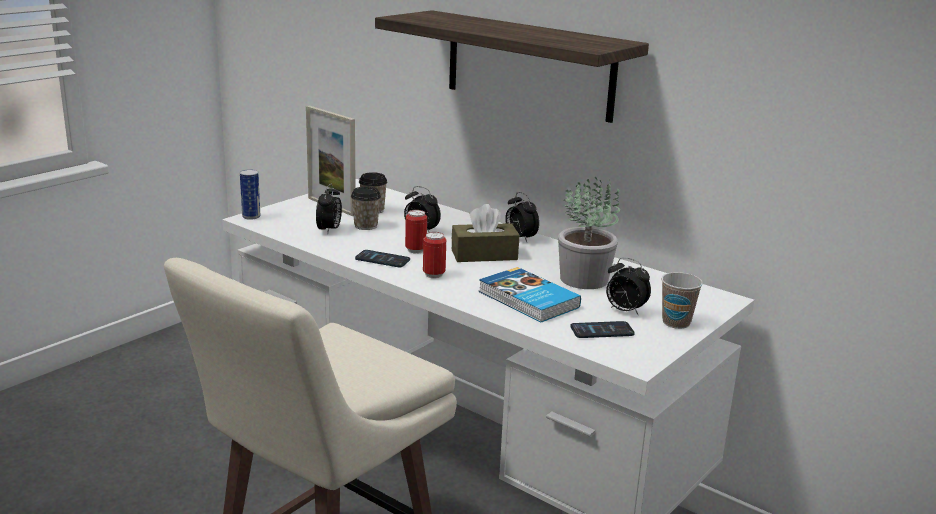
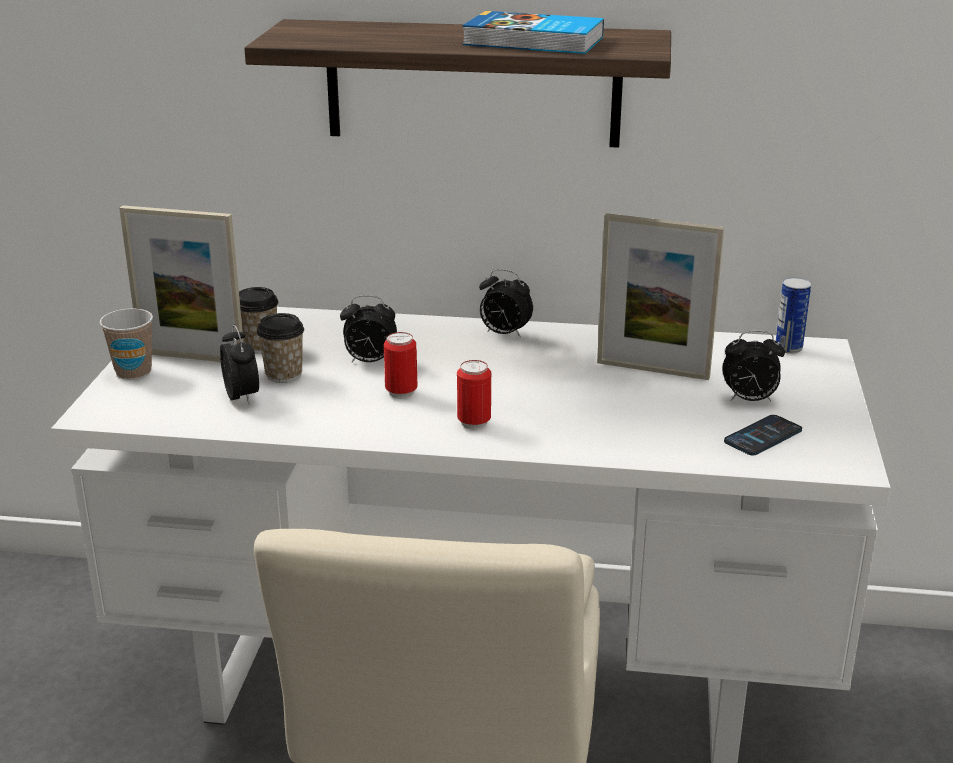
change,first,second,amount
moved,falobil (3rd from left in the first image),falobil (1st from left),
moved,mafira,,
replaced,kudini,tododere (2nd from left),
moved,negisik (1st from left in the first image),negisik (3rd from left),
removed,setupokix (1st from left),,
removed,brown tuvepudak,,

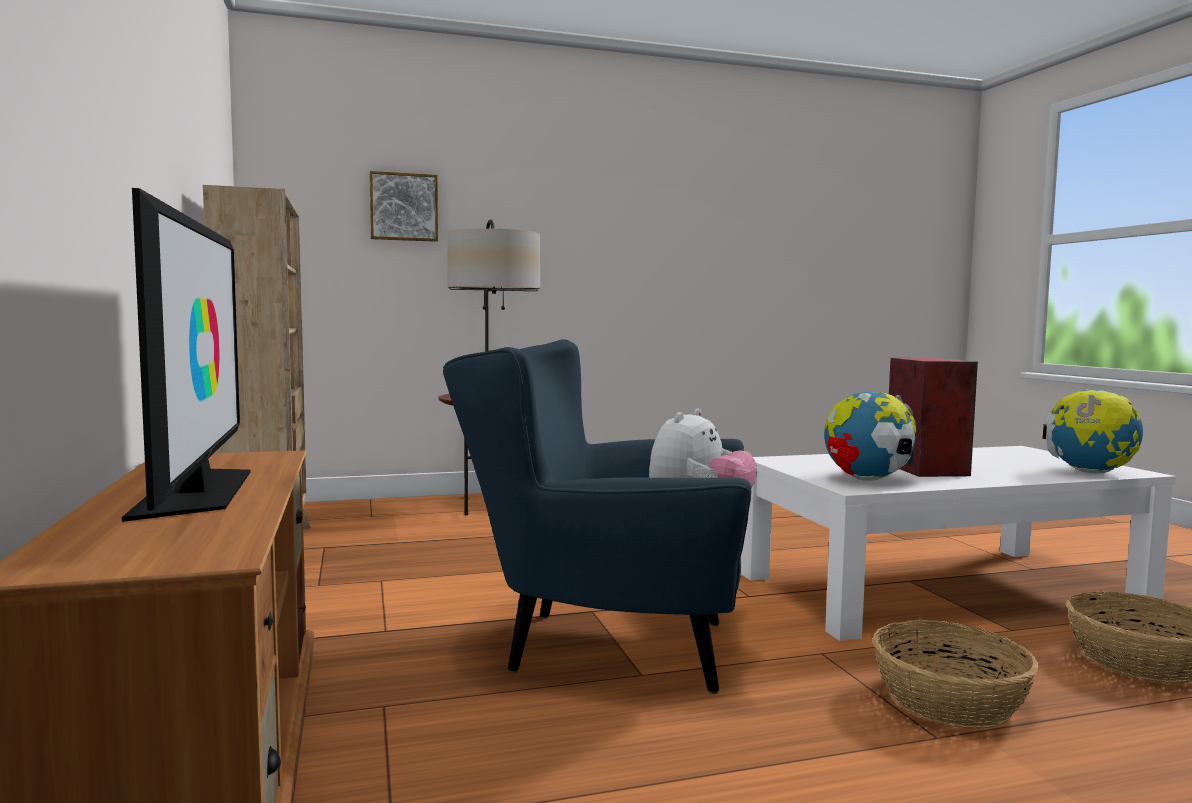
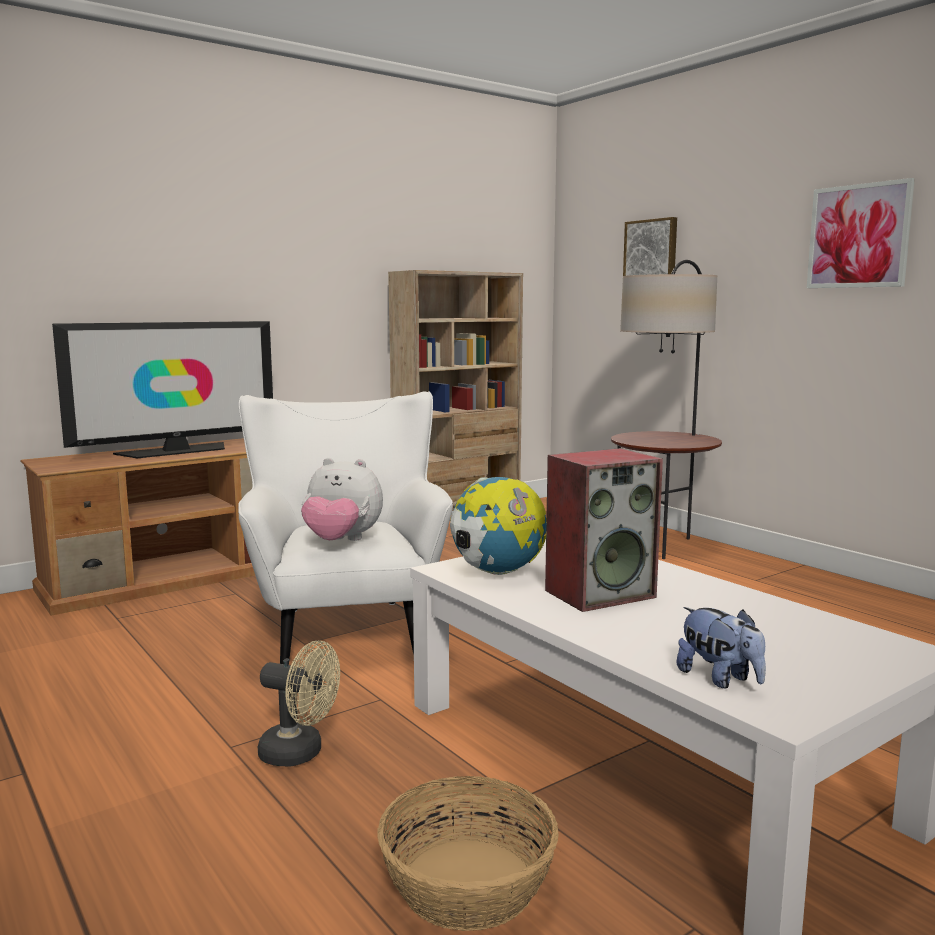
change,first,second,amount
recoloured,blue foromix,white foromix,
replaced,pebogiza (1st from left),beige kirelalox,
replaced,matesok (2nd from left),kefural (2nd from left),
added,,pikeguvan (2nd from left),

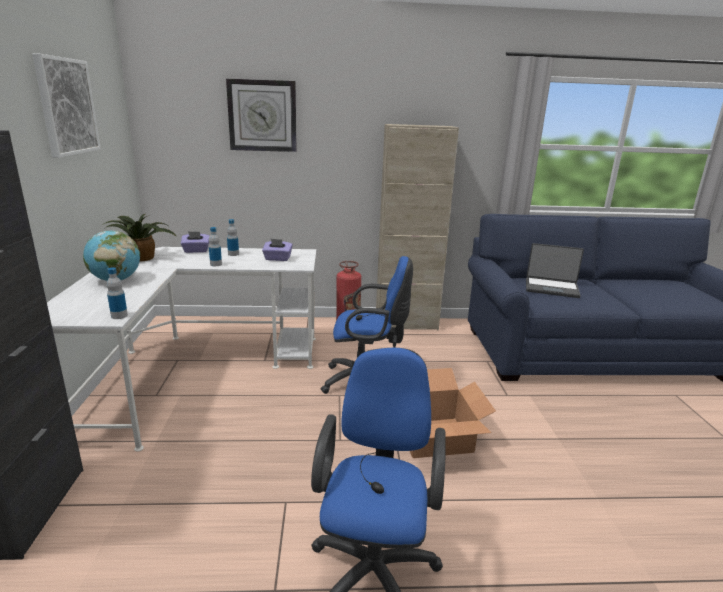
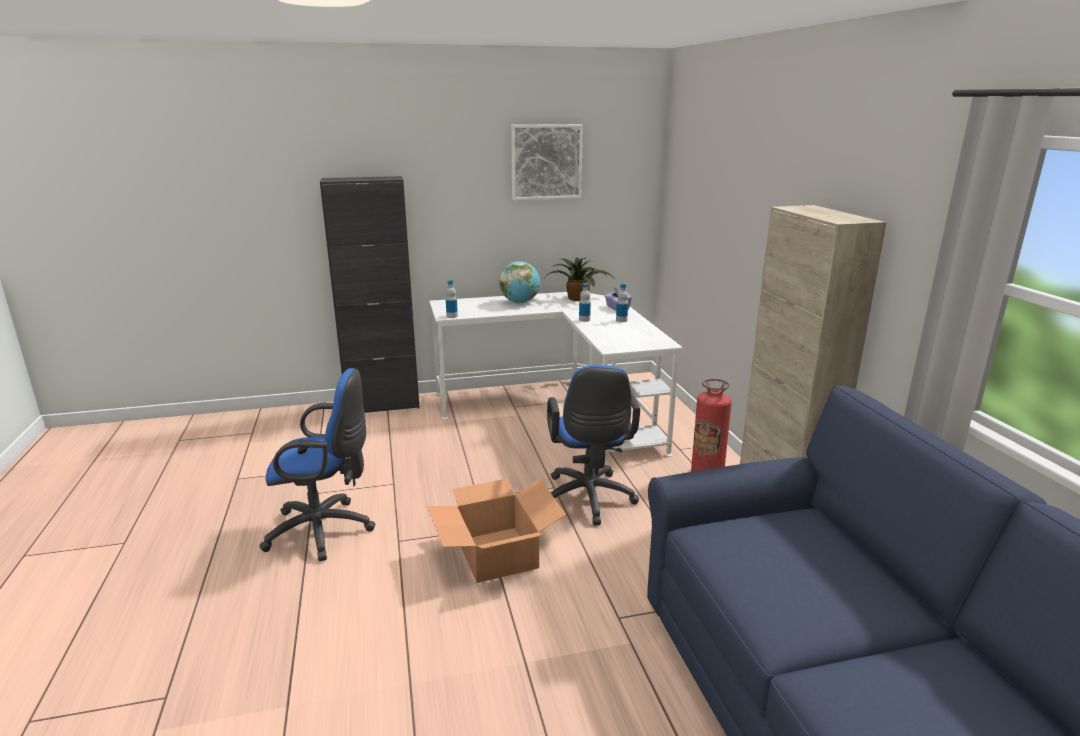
change,first,second,amount
removed,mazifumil,,
removed,purple tuvepudak (2nd from left),,
removed,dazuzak,,

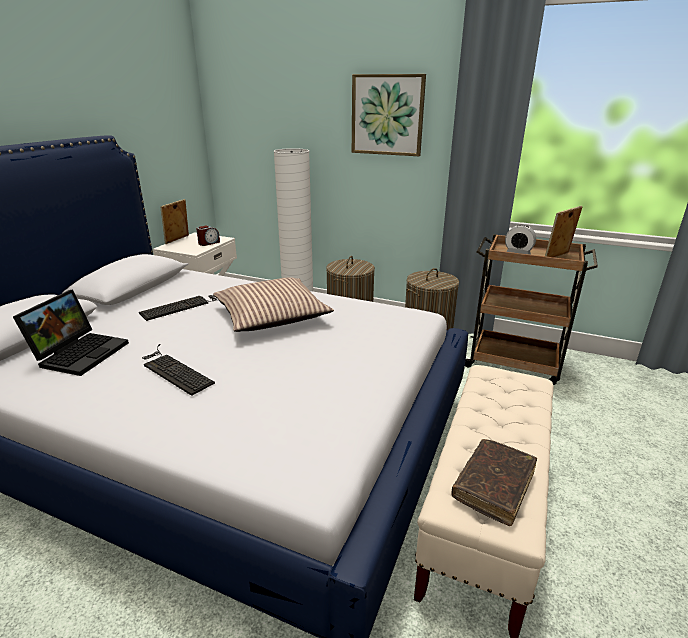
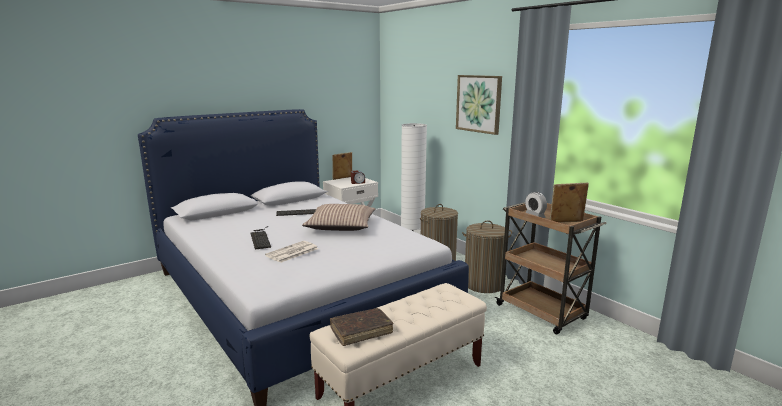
change,first,second,amount
added,,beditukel,
removed,dazuzak,,

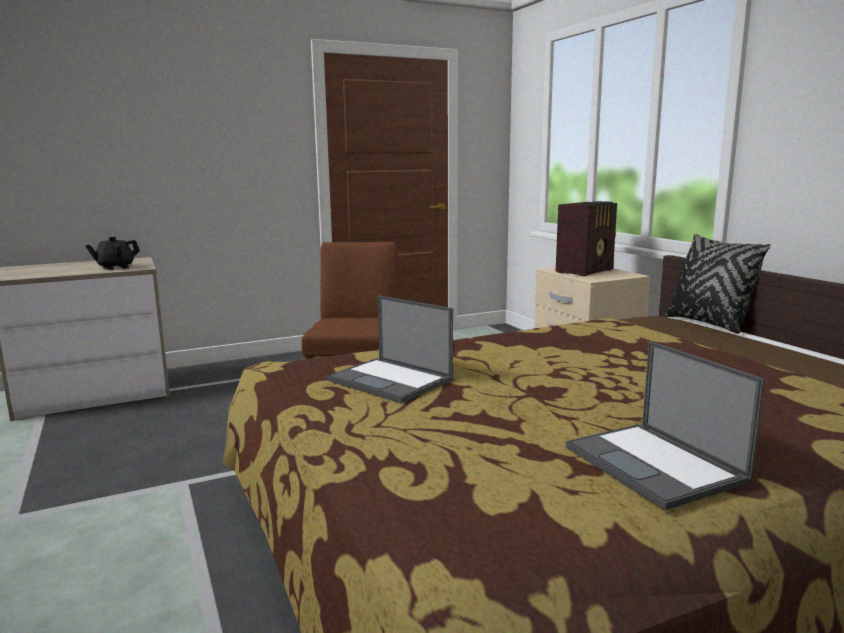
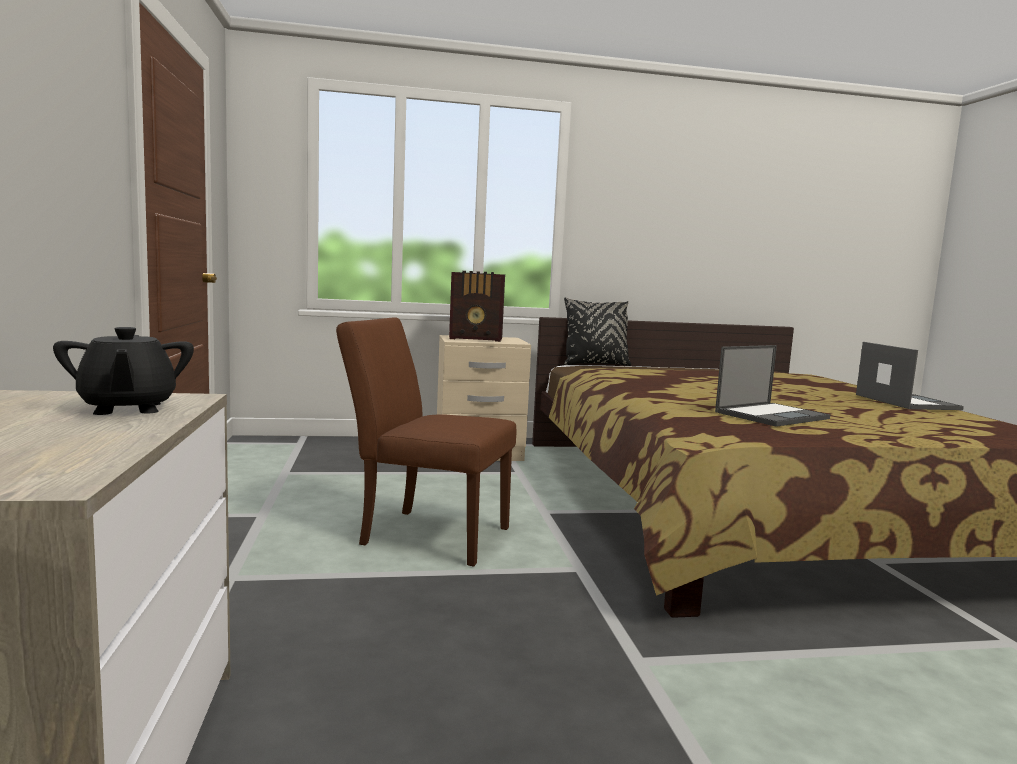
change,first,second,amount
turned,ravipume,,120 degrees clockwise
turned,dazuzak (2nd from left),,90 degrees counterclockwise

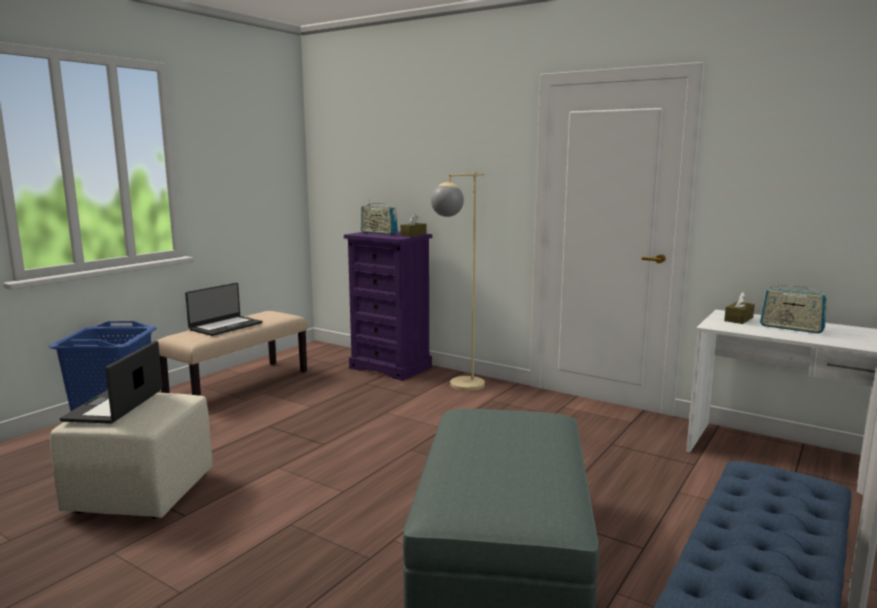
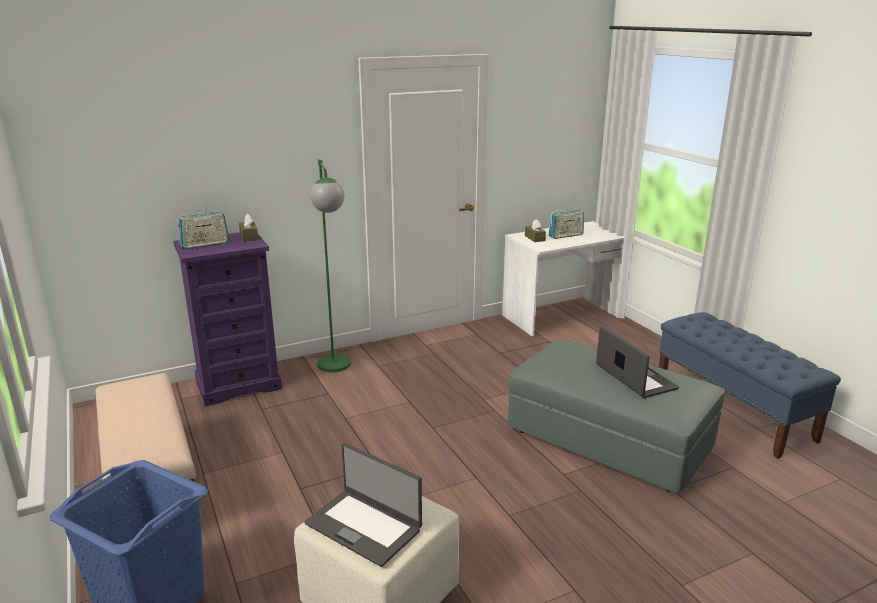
change,first,second,amount
recoloured,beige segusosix,green segusosix,
moved,dazuzak (2nd from left),,

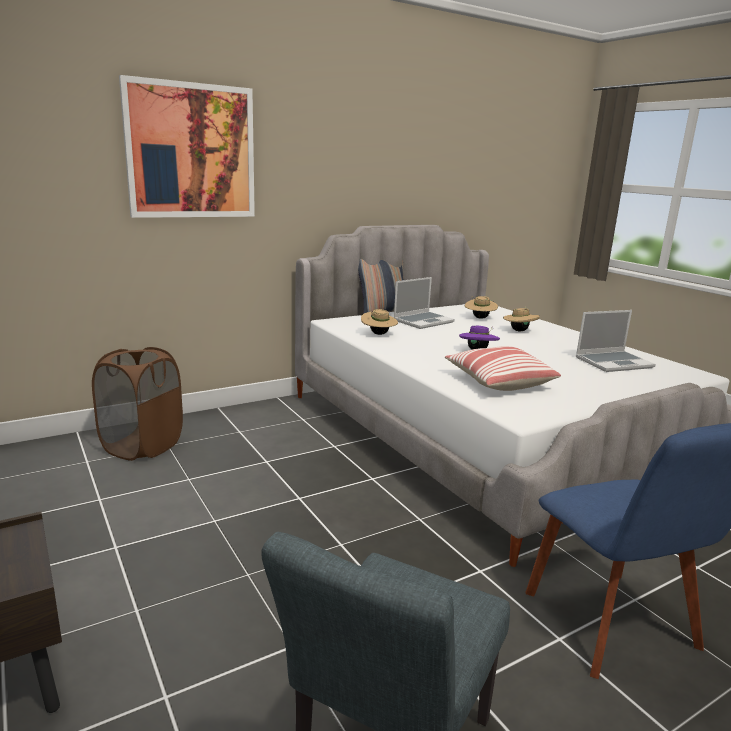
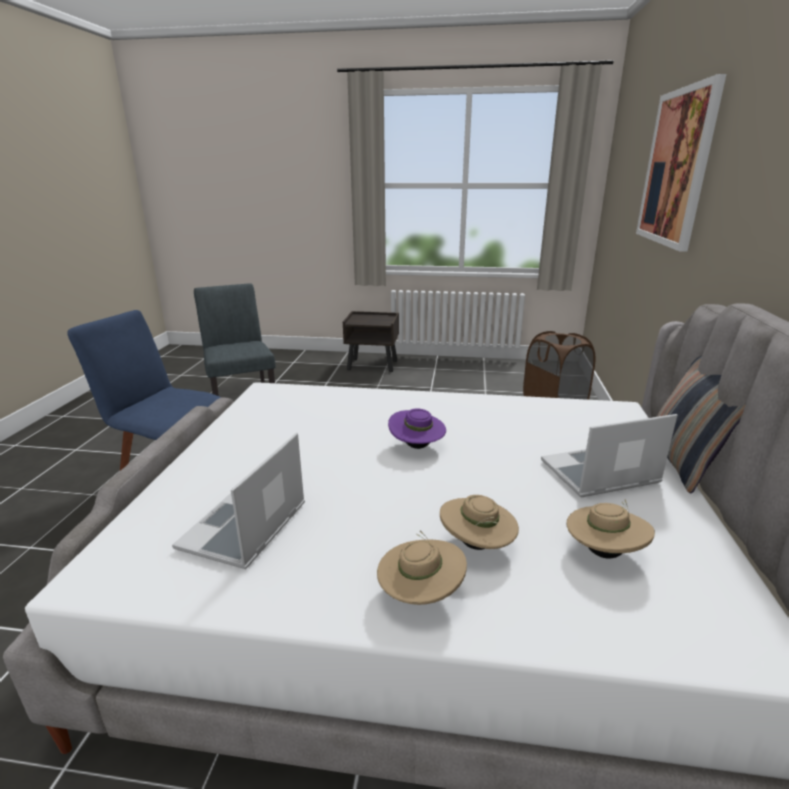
change,first,second,amount
moved,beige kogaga (1st from left),,
turned,dazuzak (1st from left in the first image),dazuzak (2nd from left),75 degrees clockwise
removed,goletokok (2nd from left),,

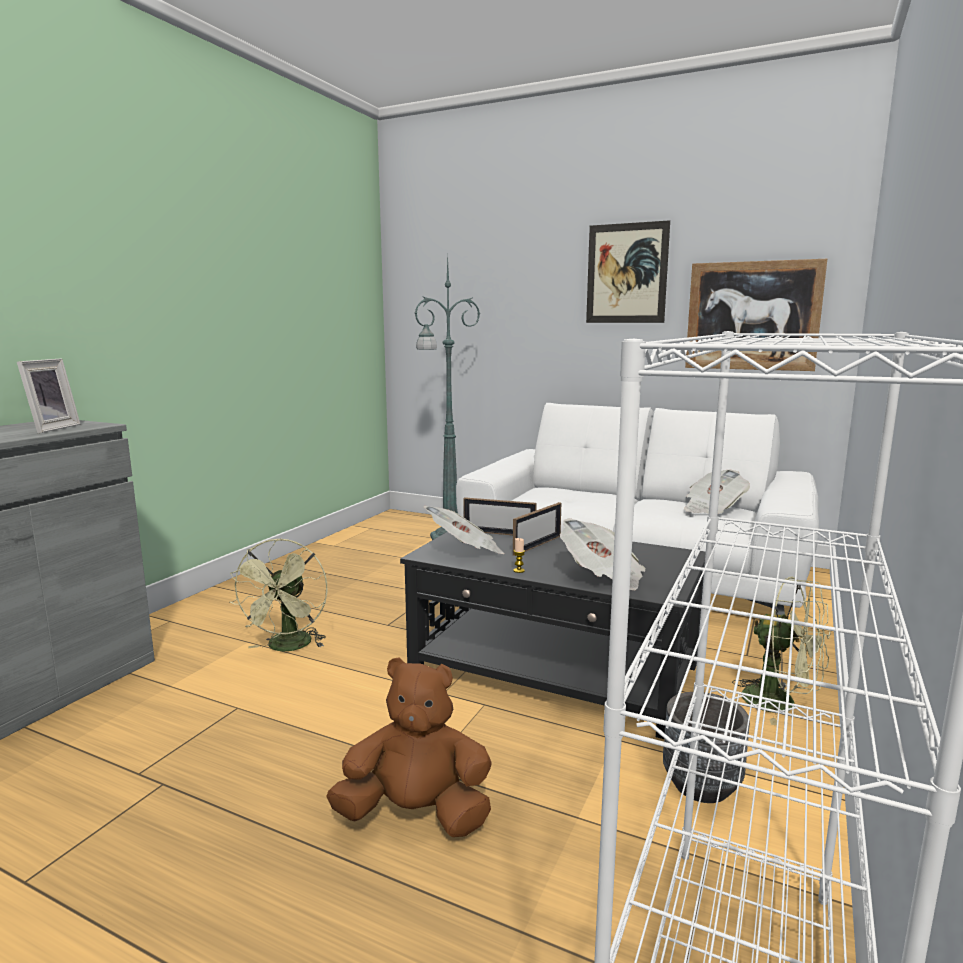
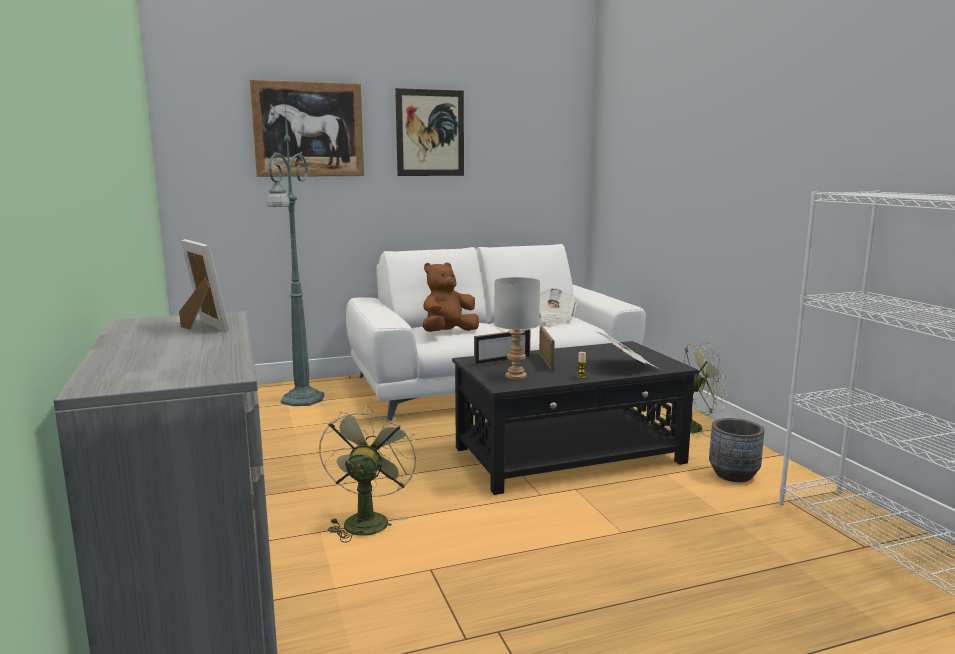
change,first,second,amount
moved,pikeguvan (2nd from left in the first image),pikeguvan (1st from left),
turned,green kirelalox (1st from left),,135 degrees counterclockwise
moved,brown kefural,,
replaced,beditukel (1st from left),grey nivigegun,

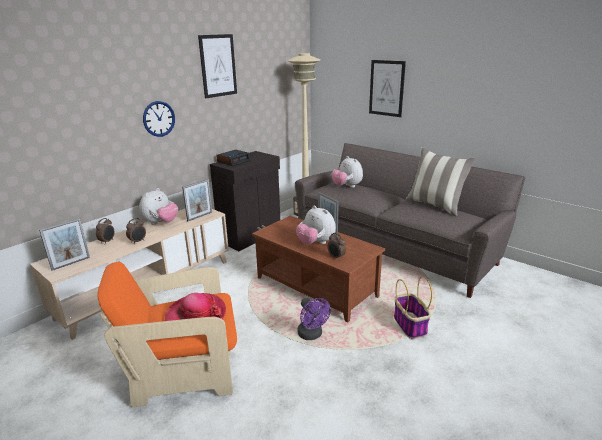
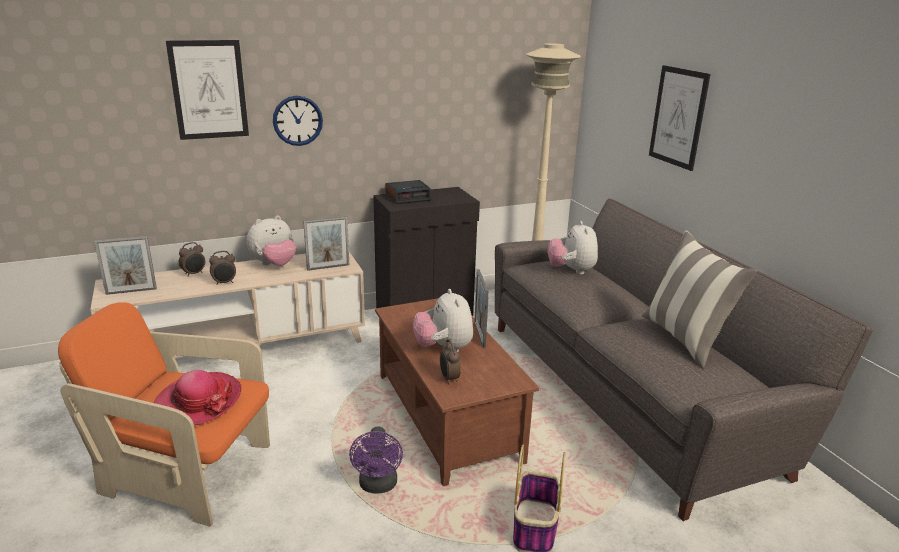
change,first,second,amount
moved,pikeguvan (1st from left),,

